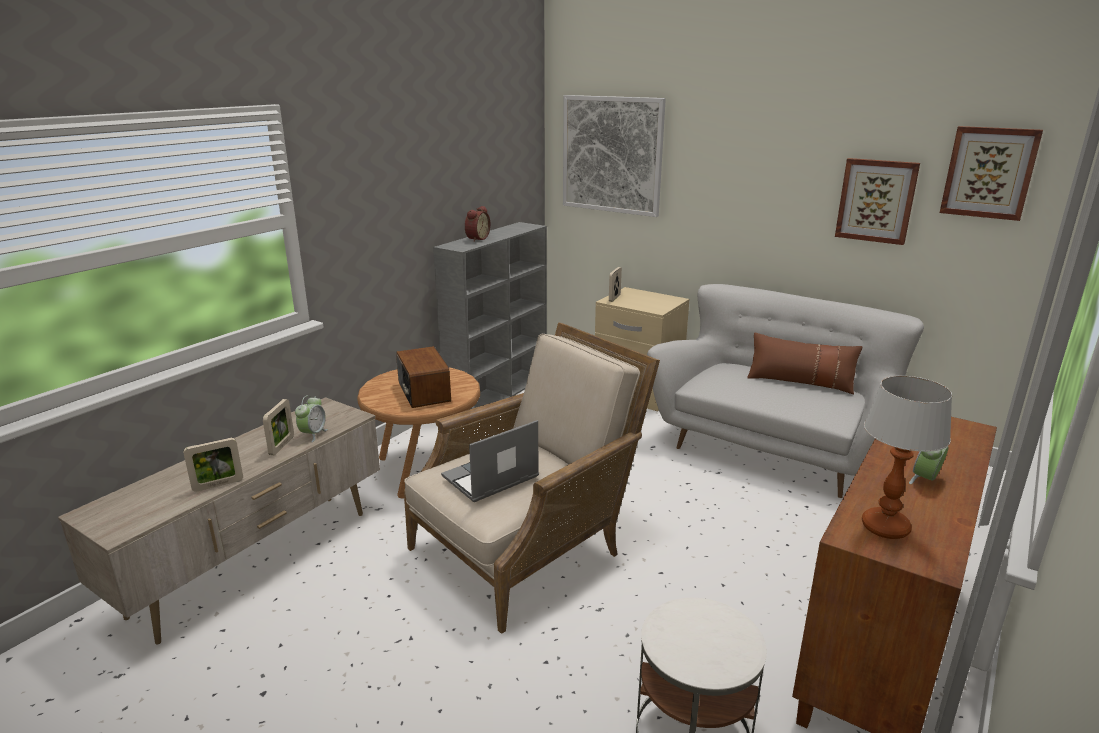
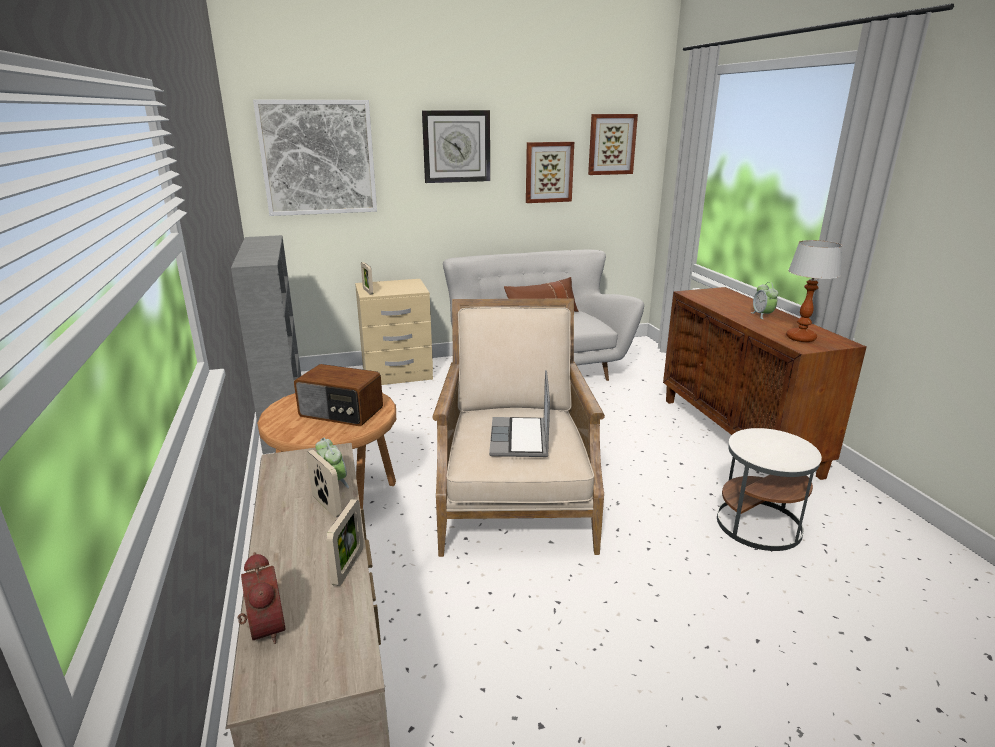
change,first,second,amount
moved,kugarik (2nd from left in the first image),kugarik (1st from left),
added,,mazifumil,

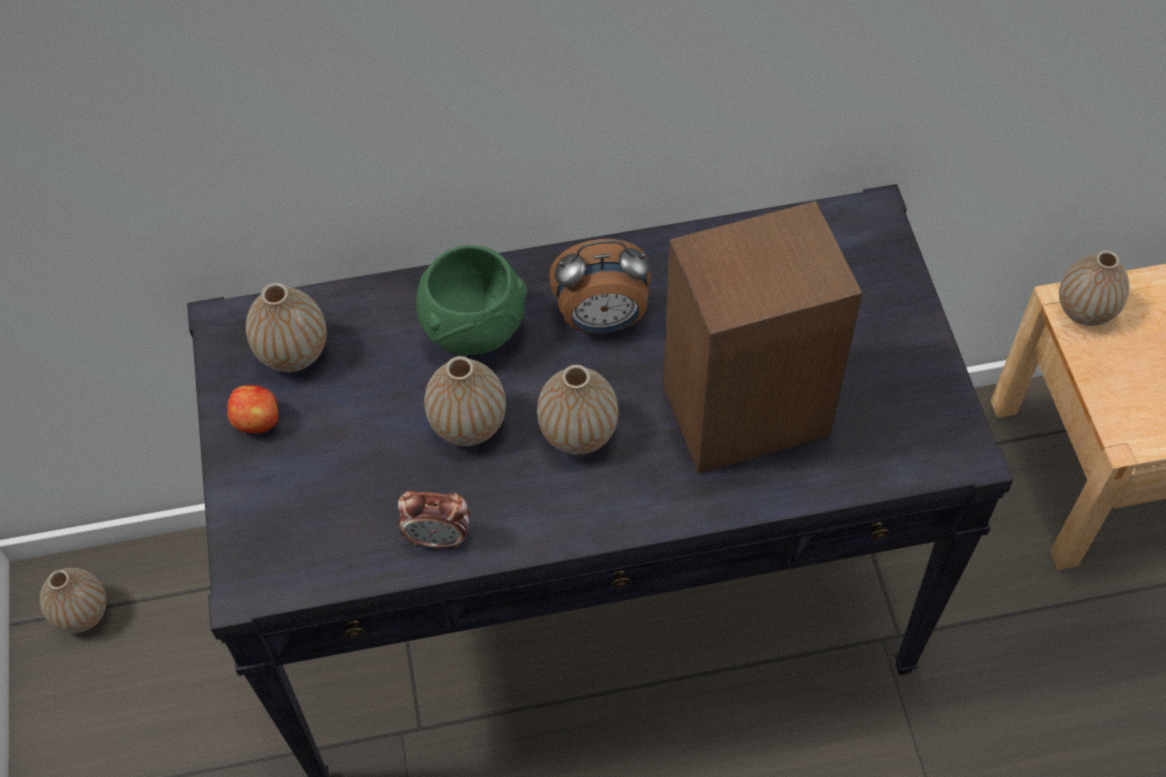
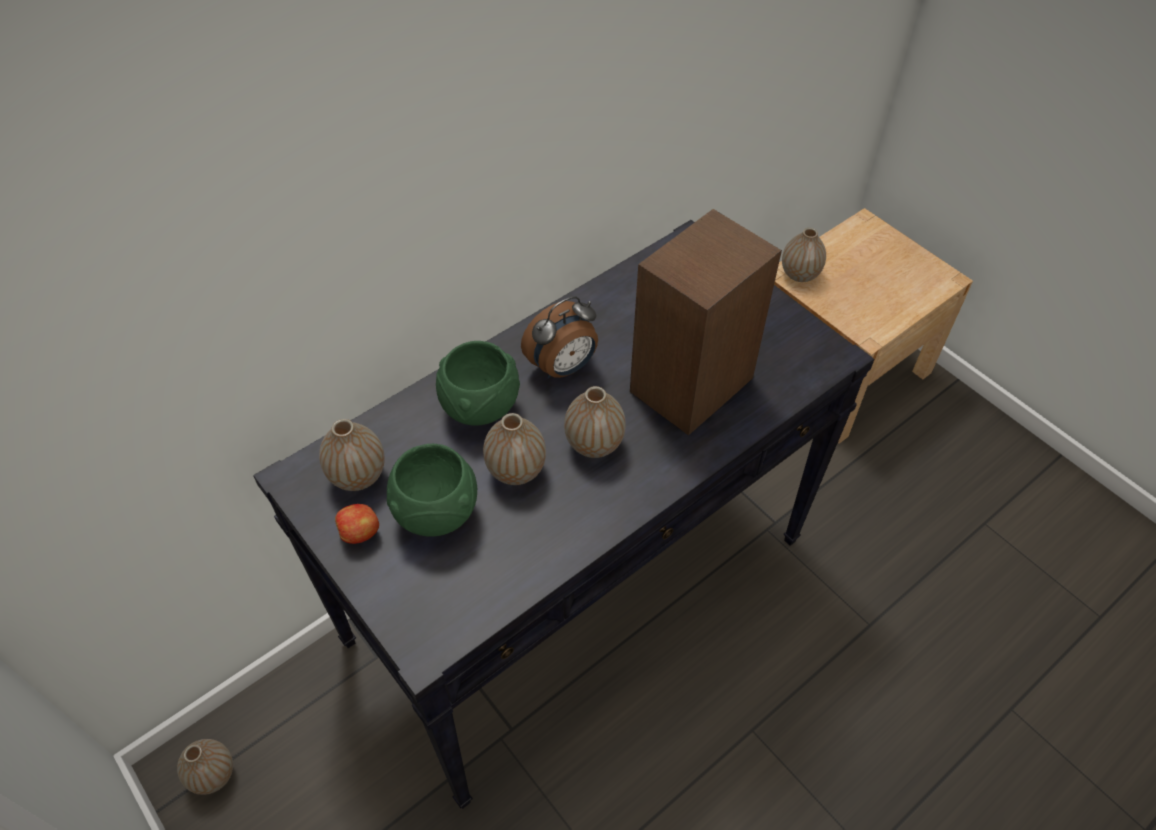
change,first,second,amount
added,,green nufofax (1st from left),
removed,kugarik (1st from left),,

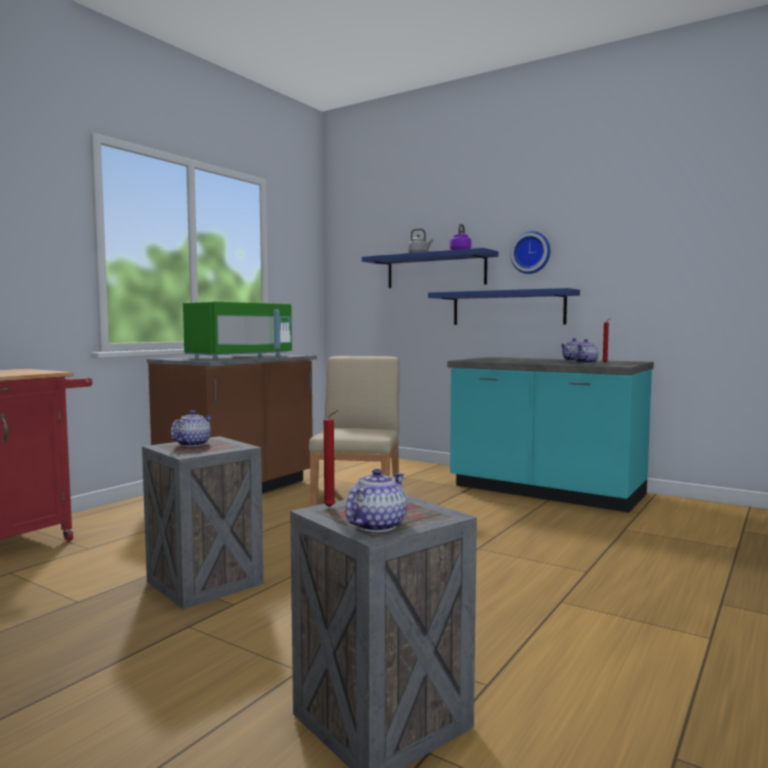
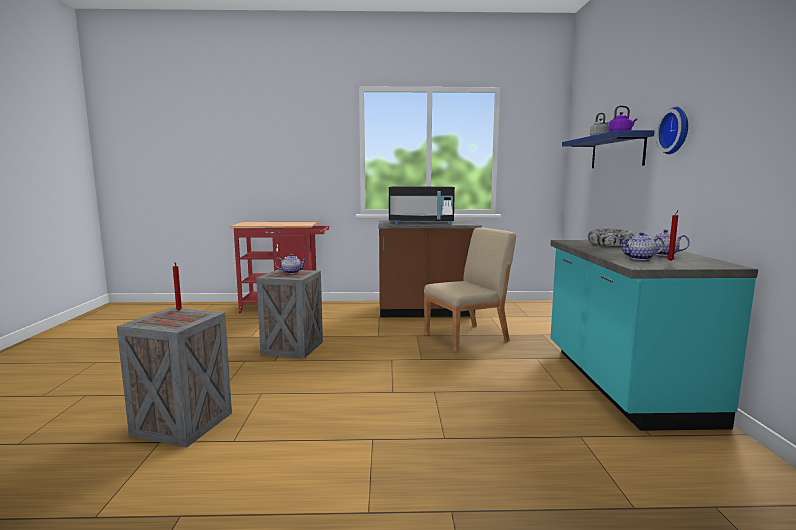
change,first,second,amount
recoloured,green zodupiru,black zodupiru,
added,,nufofax,
removed,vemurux (2nd from left),,
removed,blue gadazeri (2nd from left),,

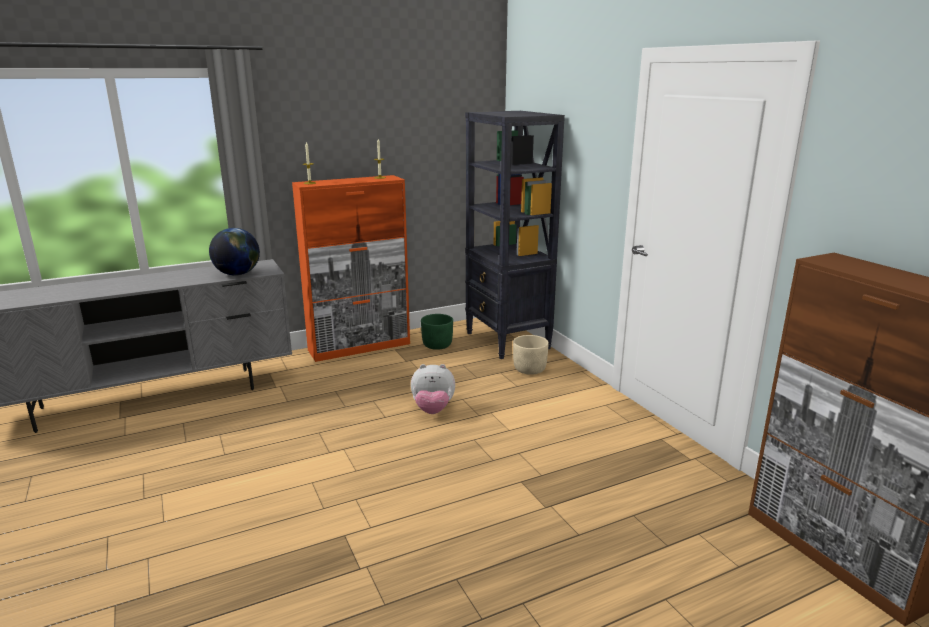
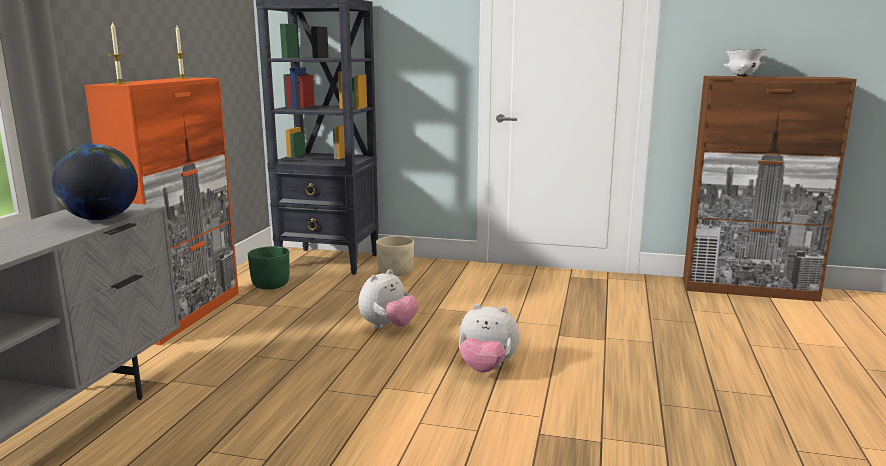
change,first,second,amount
added,,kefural (2nd from left),
added,,white nufofax,

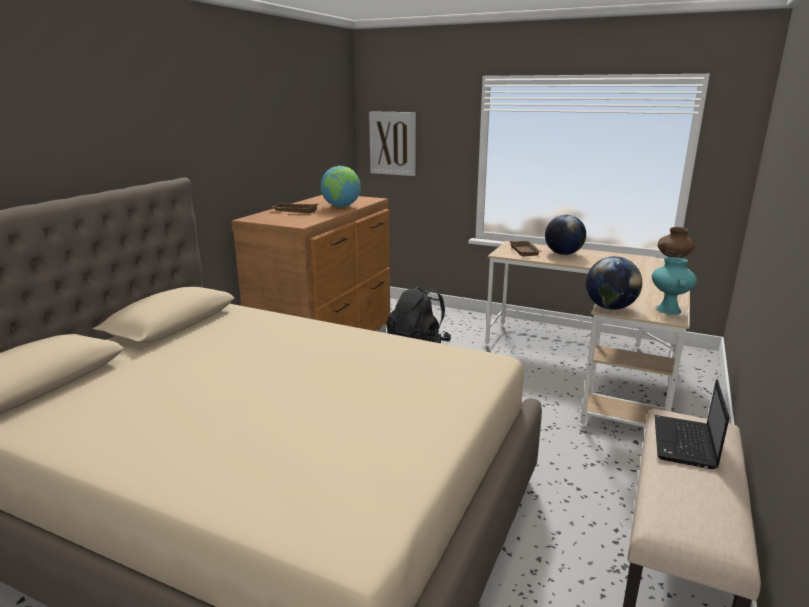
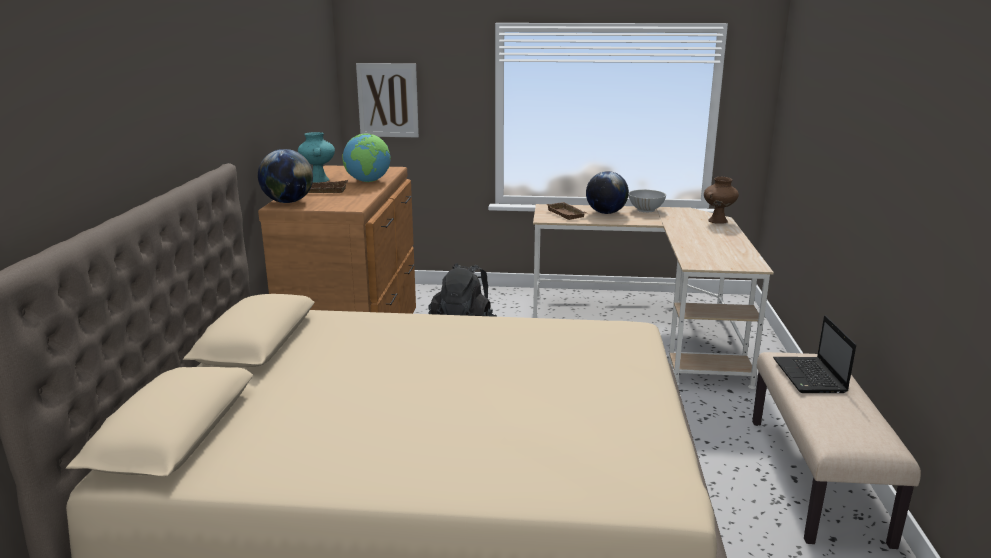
change,first,second,amount
moved,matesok (3rd from left in the first image),matesok (1st from left),
moved,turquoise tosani,,
added,,white nufofax,

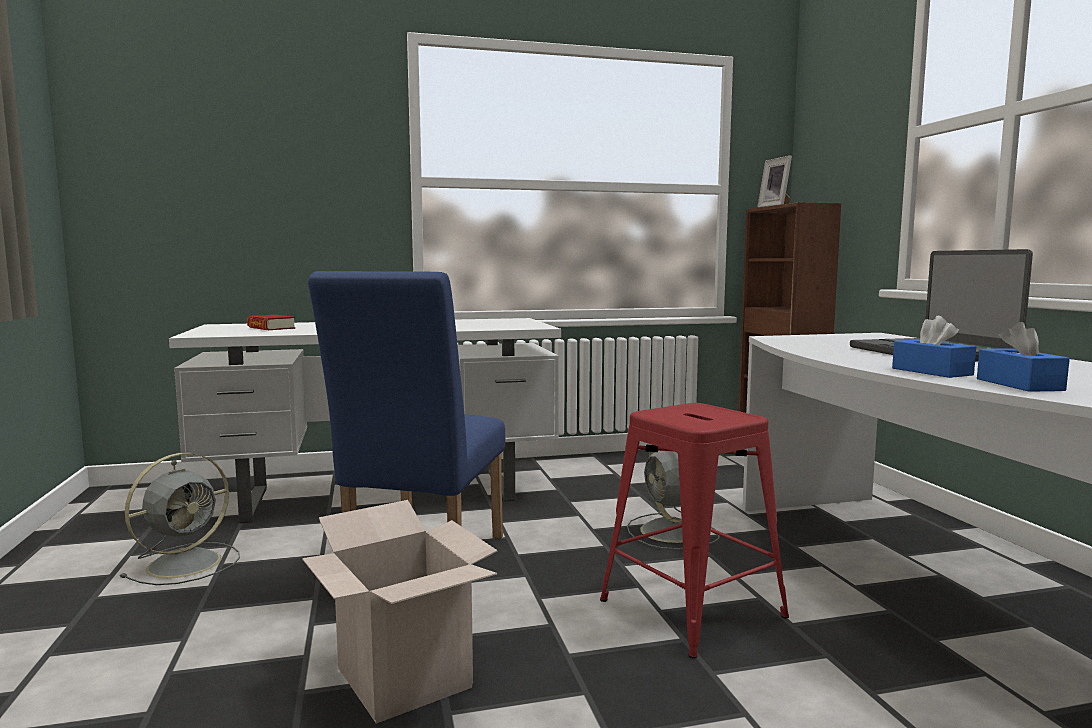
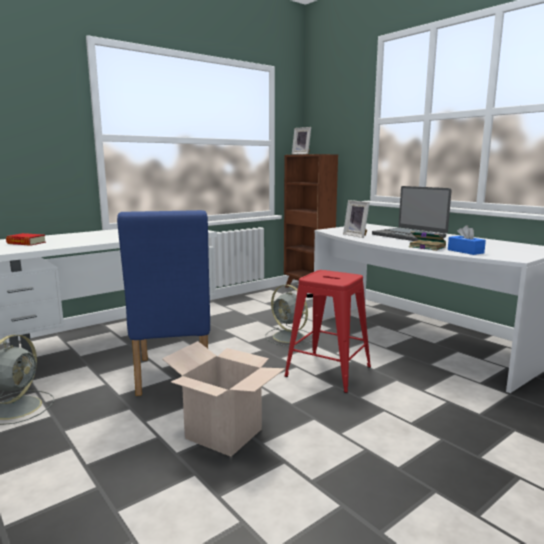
change,first,second,amount
added,,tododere (2nd from left),
replaced,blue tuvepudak (1st from left),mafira (2nd from left),

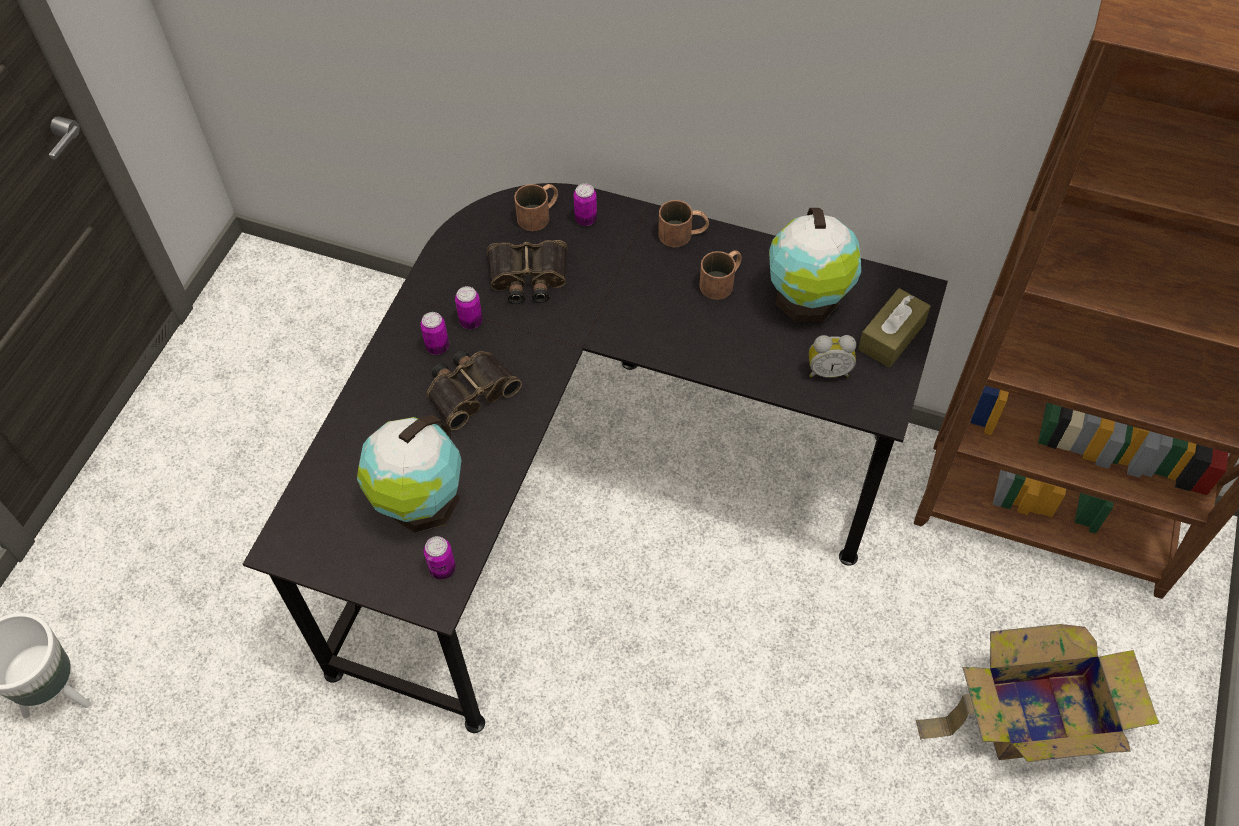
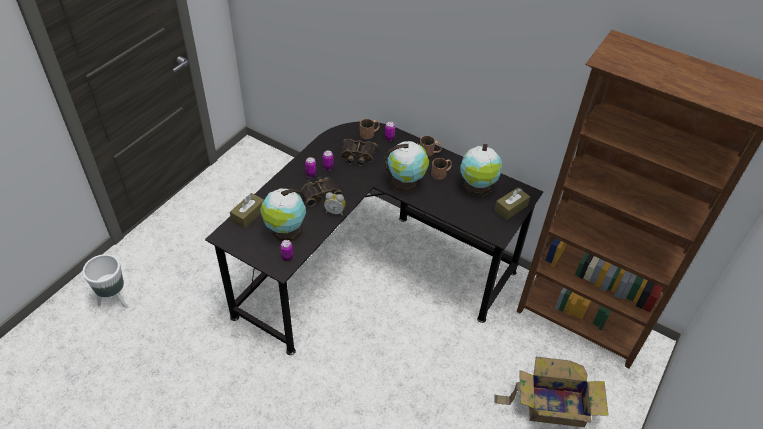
change,first,second,amount
added,,brown tuvepudak (1st from left),
moved,kugarik,,
added,,matesok (2nd from left),

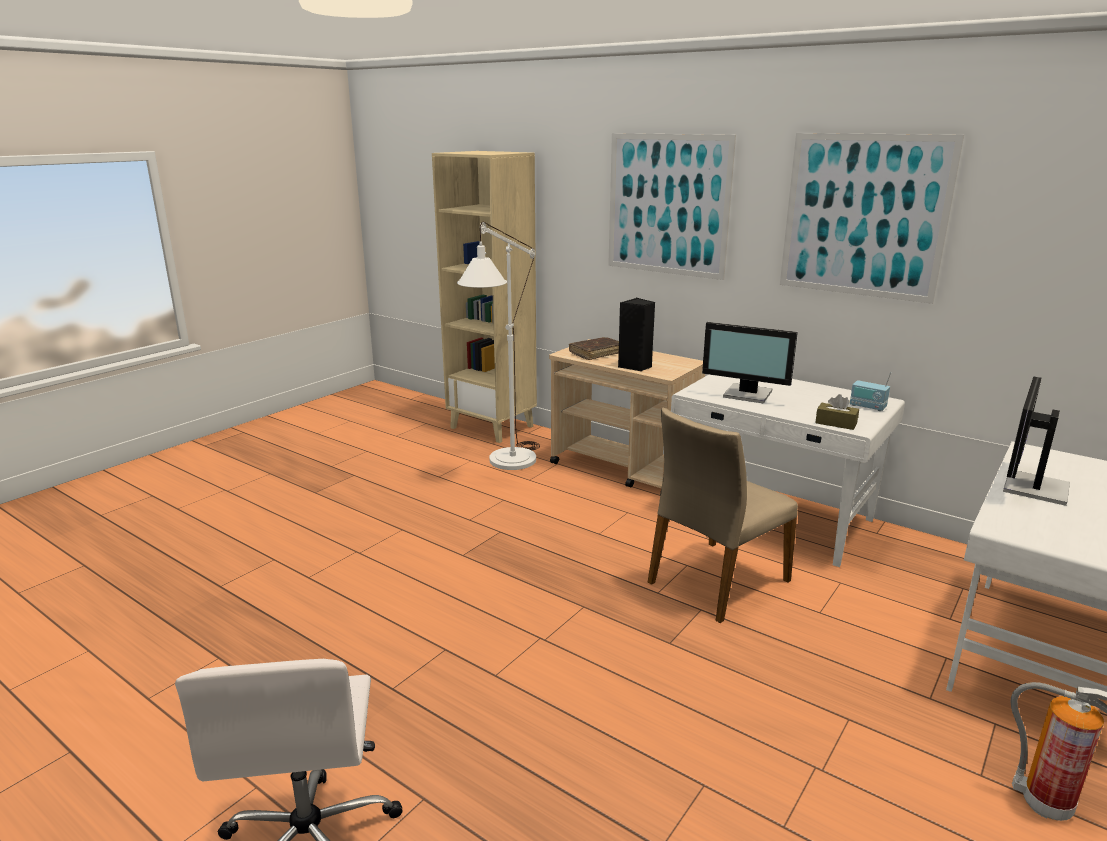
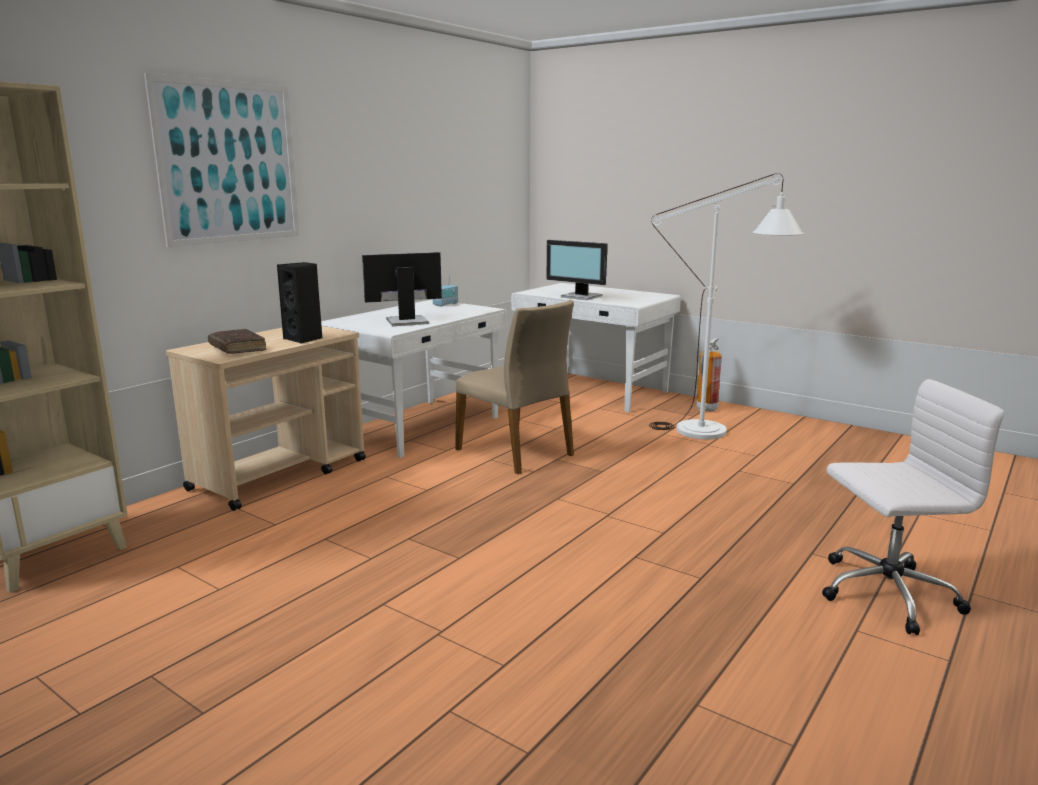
change,first,second,amount
turned,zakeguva (1st from left),,135 degrees counterclockwise
moved,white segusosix,,
removed,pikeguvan (2nd from left),,
removed,brown tuvepudak,,

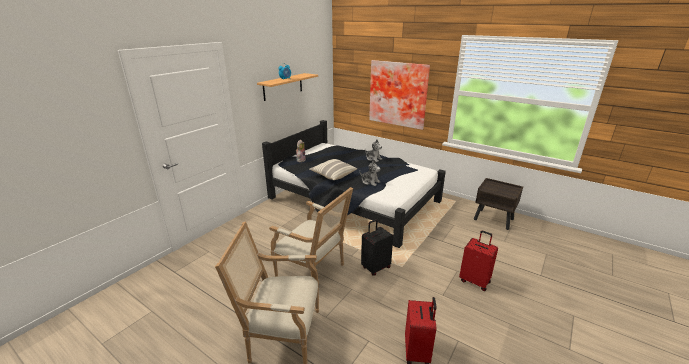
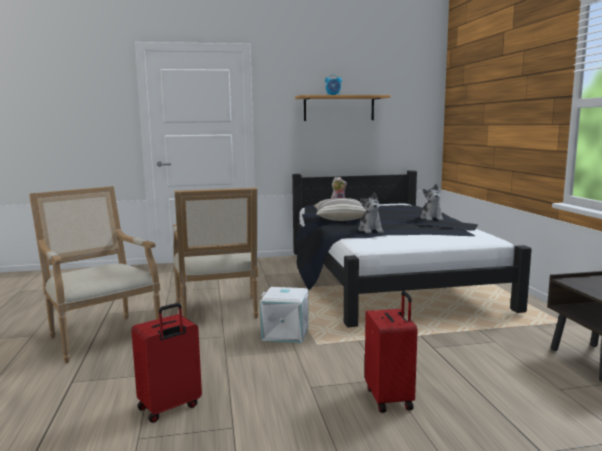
change,first,second,amount
replaced,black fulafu,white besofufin,
removed,pikeguvan,,

